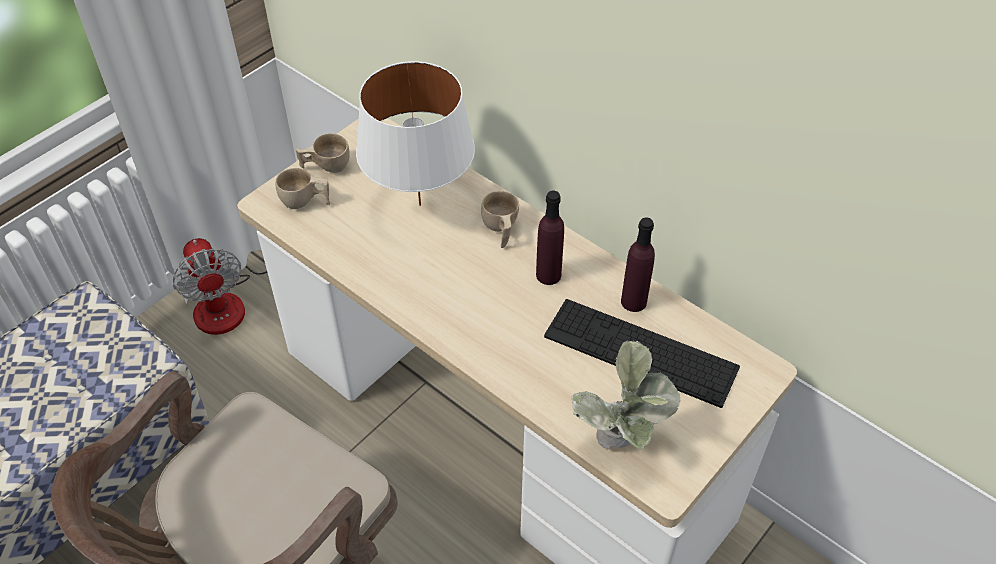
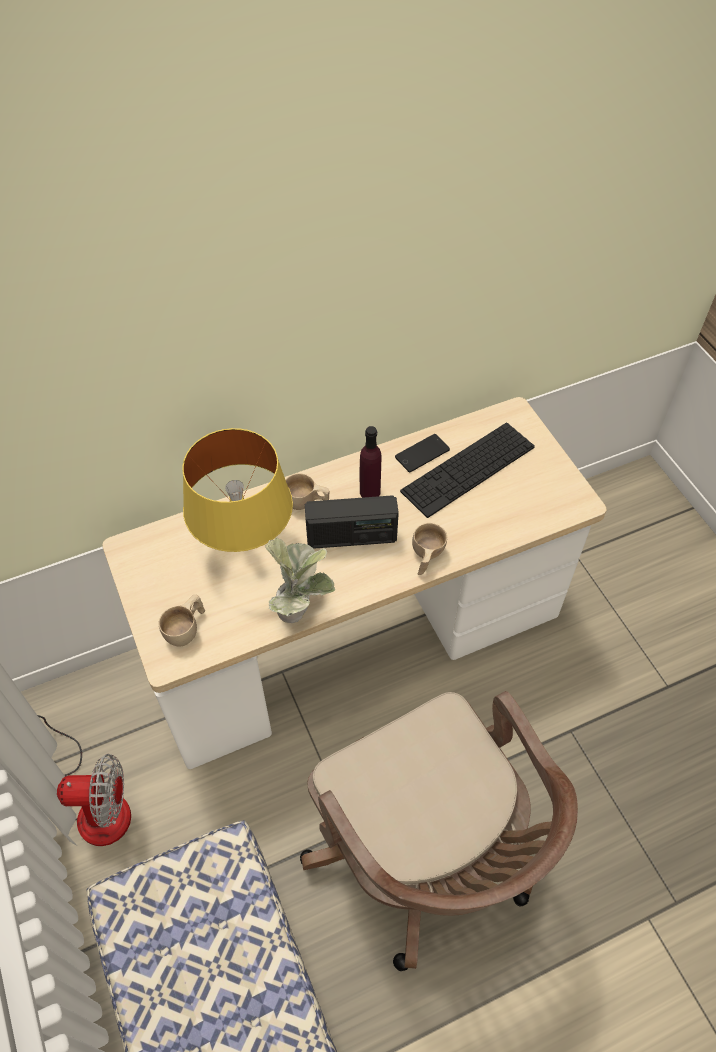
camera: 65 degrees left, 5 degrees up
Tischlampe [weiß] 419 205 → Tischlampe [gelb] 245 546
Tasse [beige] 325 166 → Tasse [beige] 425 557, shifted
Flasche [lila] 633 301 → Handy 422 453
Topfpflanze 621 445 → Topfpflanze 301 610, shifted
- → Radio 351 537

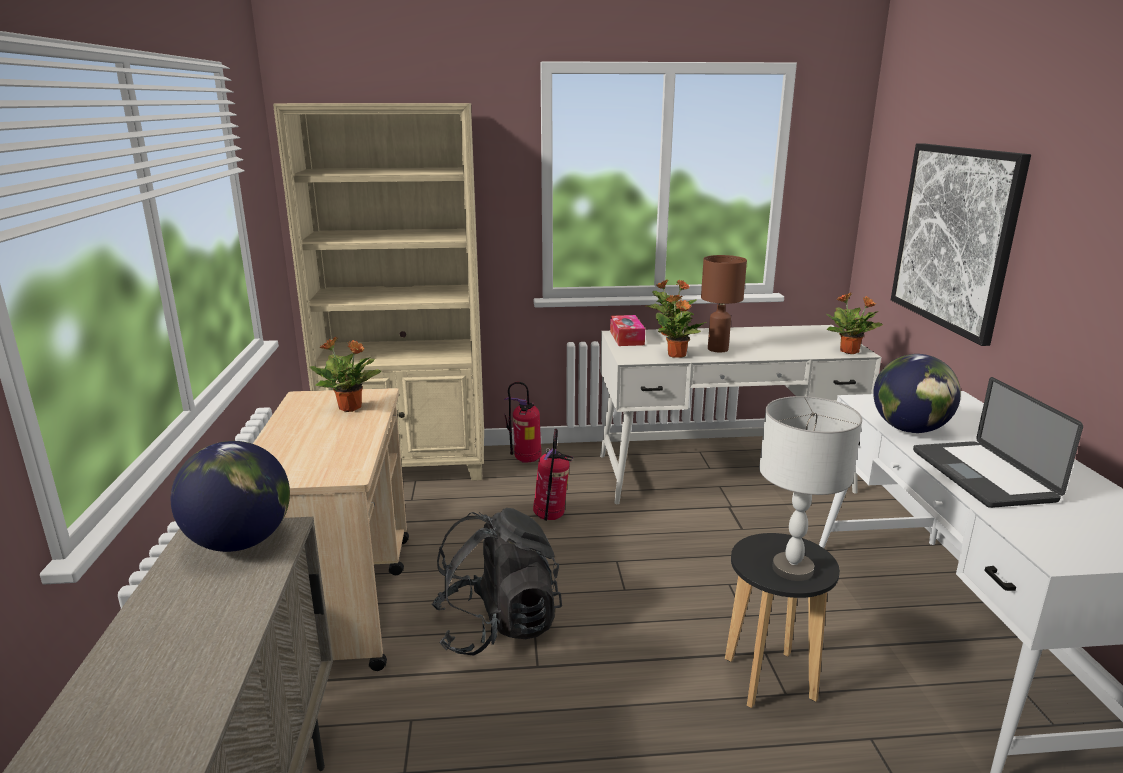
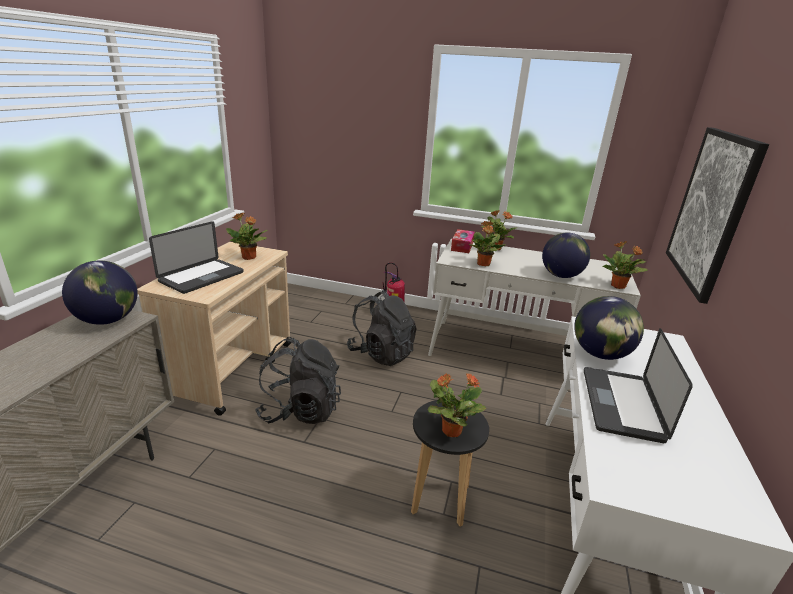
camera: 20 degrees right, 5 degrees up
Bücherregal [beige] 409 467 → -
Tischlampe [braun] 718 349 → -
Tischlampe [grau] 792 568 → Topfpflanze 451 430
Feuerlöscher 551 517 → Rucksack [schwarz] 381 353
- → Laptop 202 277
- → Globus 561 276

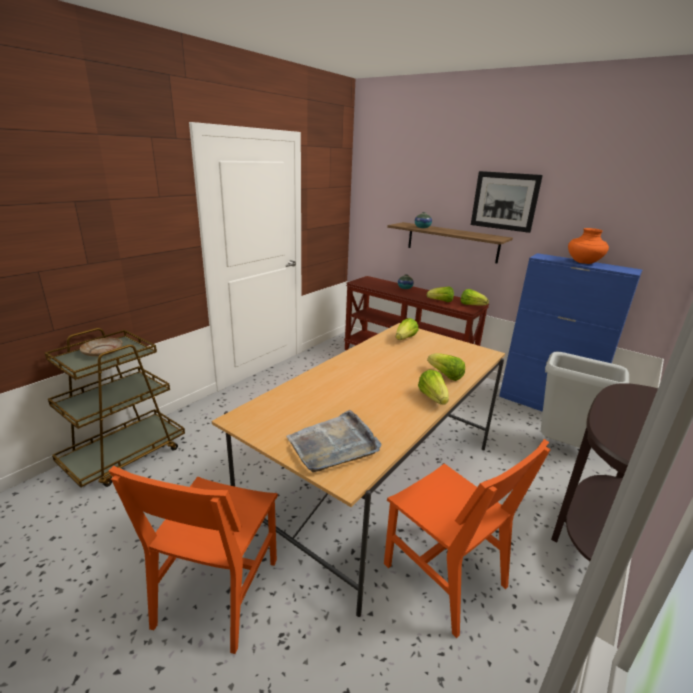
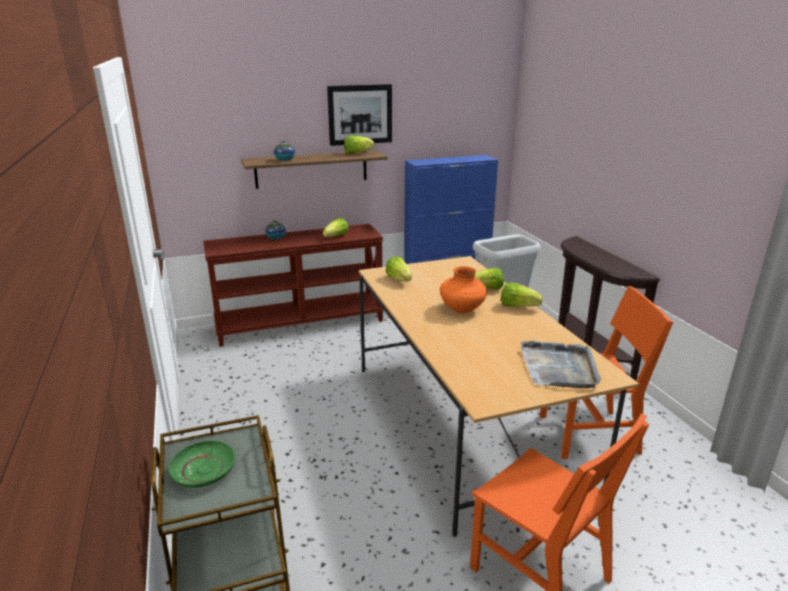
camera: 55 degrees left, 0 degrees up
Vase [orange] 583 262 → Vase [orange] 462 309, shifted
Salatkopf 472 305 → Salatkopf 357 153, shifted
Teller [beige] 103 352 → Teller [grün] 204 471

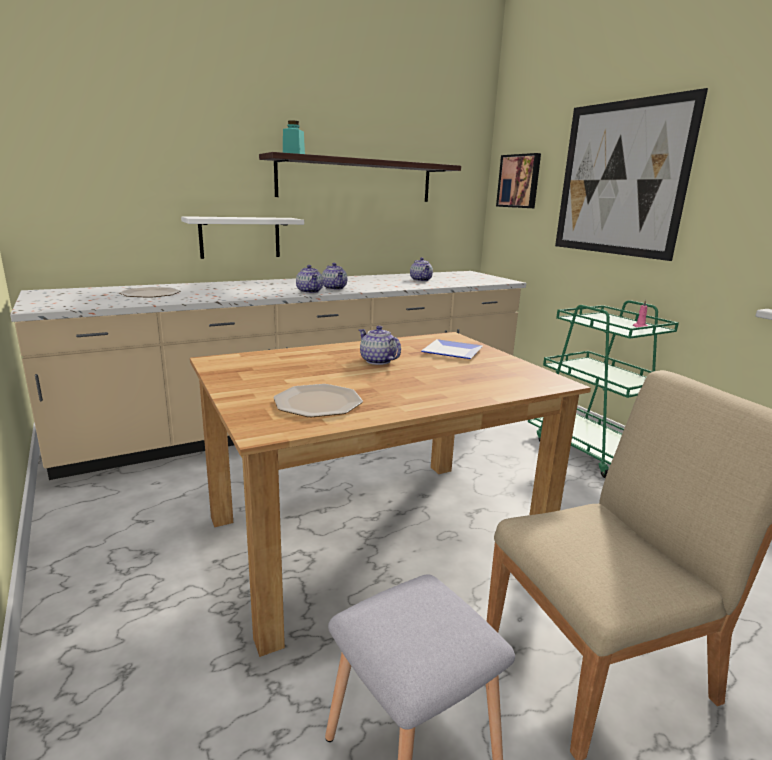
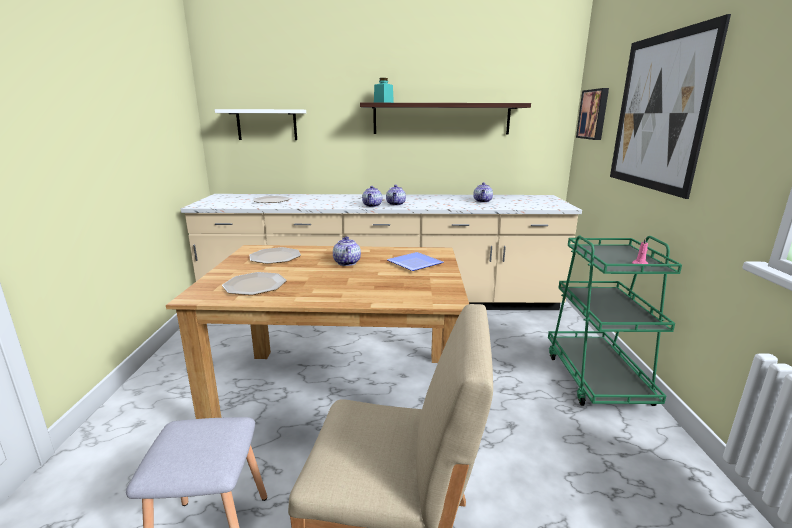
camera: 30 degrees right, 0 degrees up
Wandregal [weiß] 240 237 → Wandregal [weiß] 267 124, shifted
- → Teller 274 257

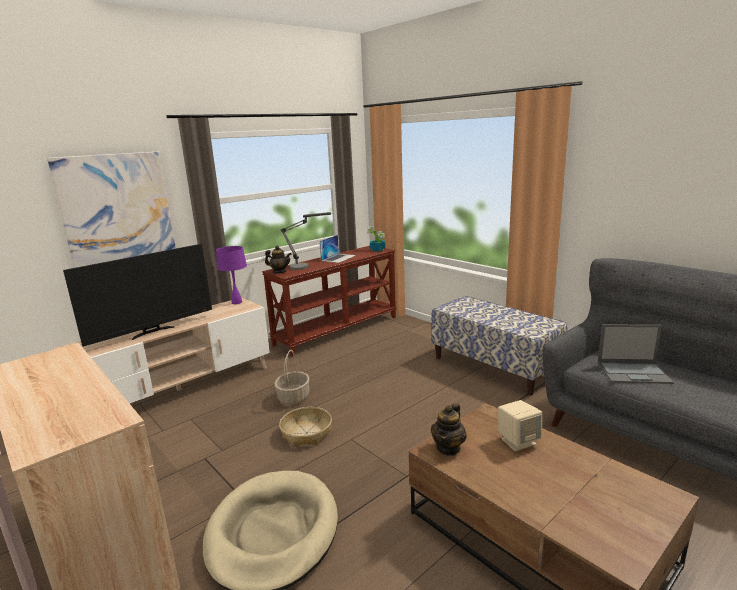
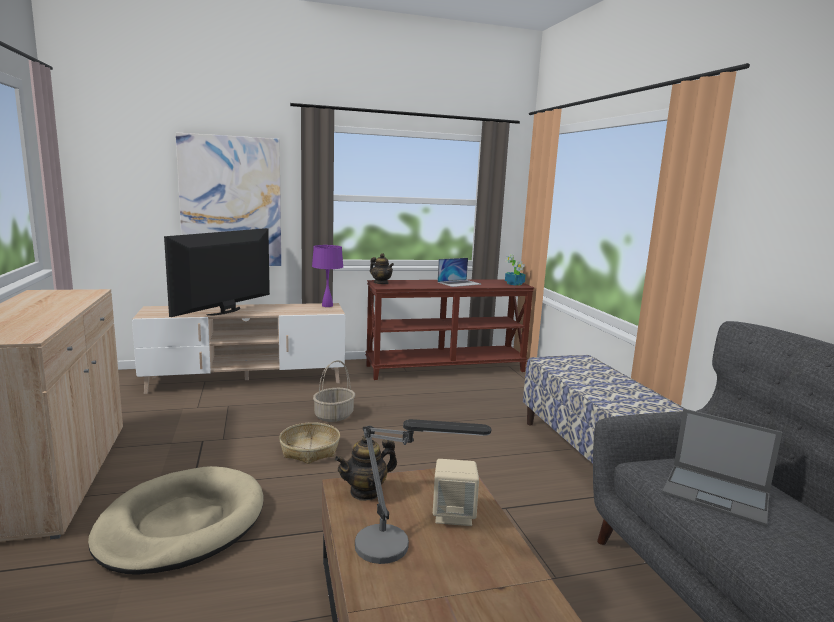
camera: 25 degrees right, 5 degrees down
Tischlampe 305 266 → Tischlampe 398 549, shifted
Fernseher 152 332 → Fernseher 226 311, 135 degrees clockwise

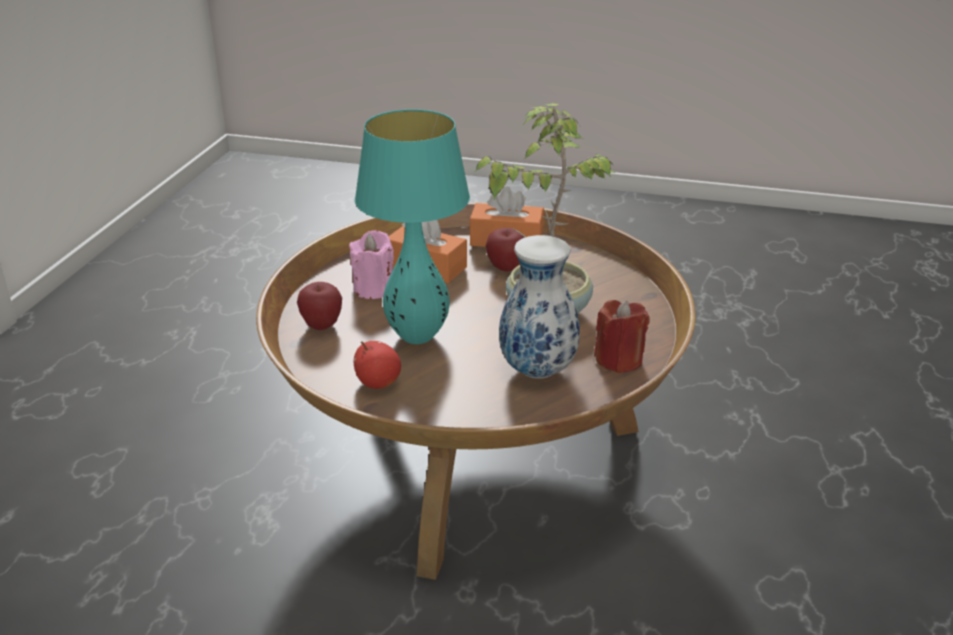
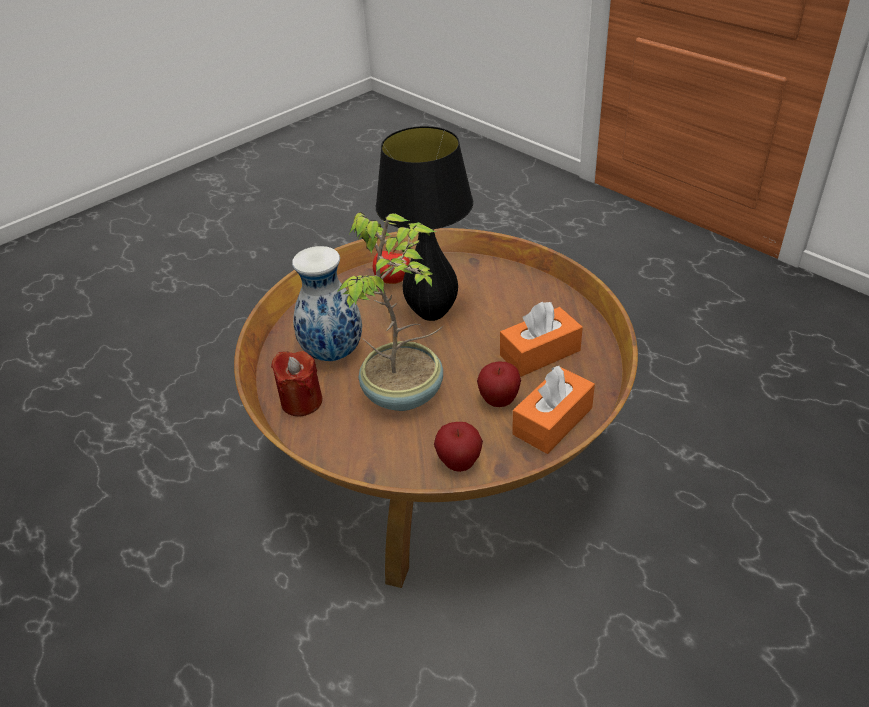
camera: 125 degrees right, 10 degrees up
Tischlampe [türkis] 417 337 → Tischlampe [schwarz] 431 313
Kerze [rosa] 374 289 → -
Apfel 322 326 → Apfel 459 463, shifted

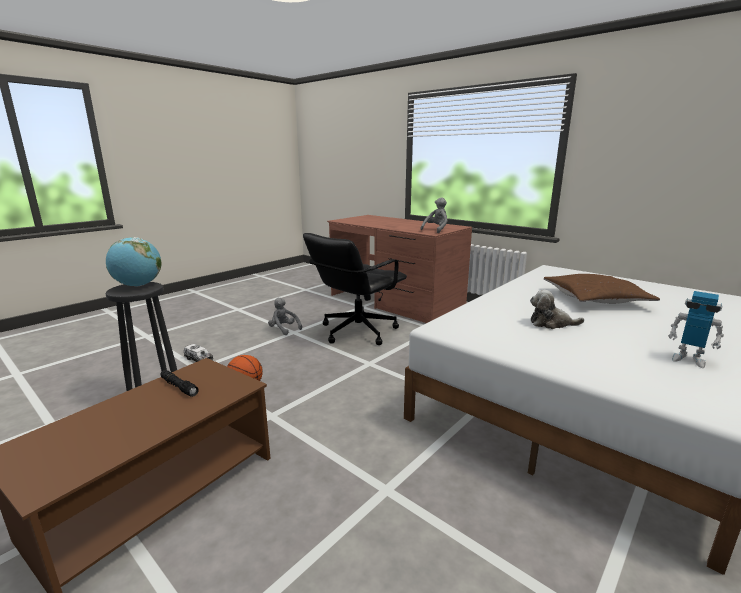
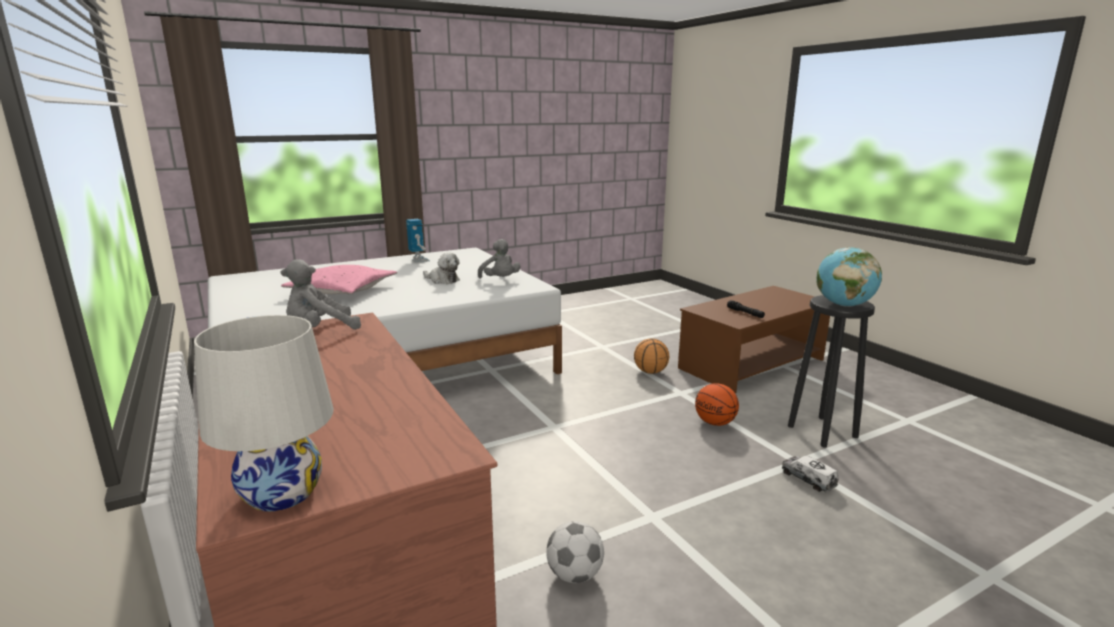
camera: 160 degrees left, 0 degrees up
Bürostuhl [schwarz] 357 331 → -
Kissen [braun] 595 299 → Kissen [rosa] 343 290
Plüschtier [grau] 283 329 → Plüschtier [grau] 500 280, shifted
- → Tischlampe [weiß] 282 493
- → Basketball 651 372
- → Fußball 575 575

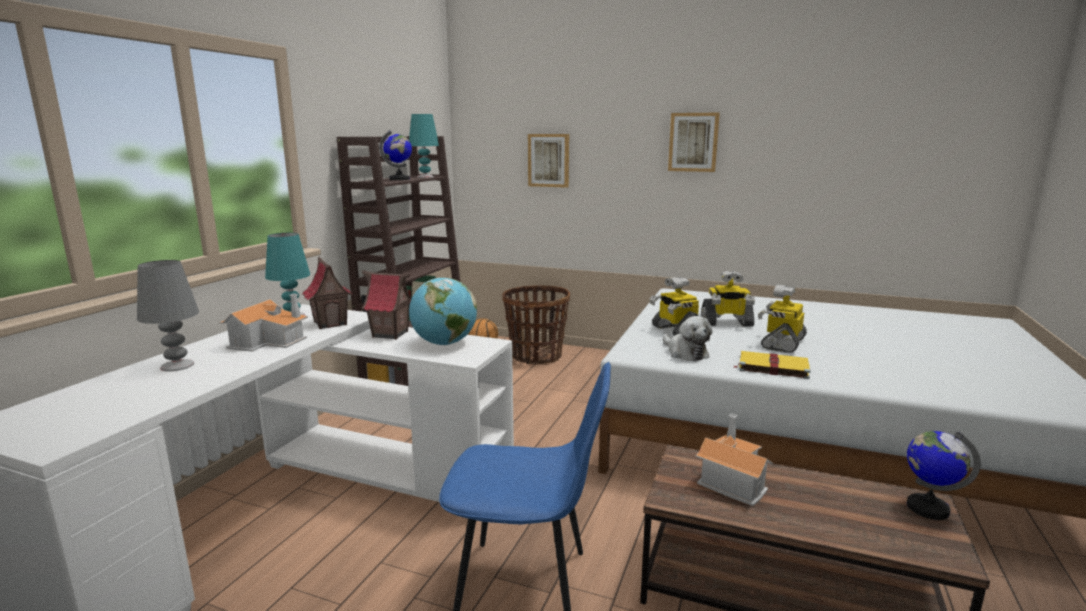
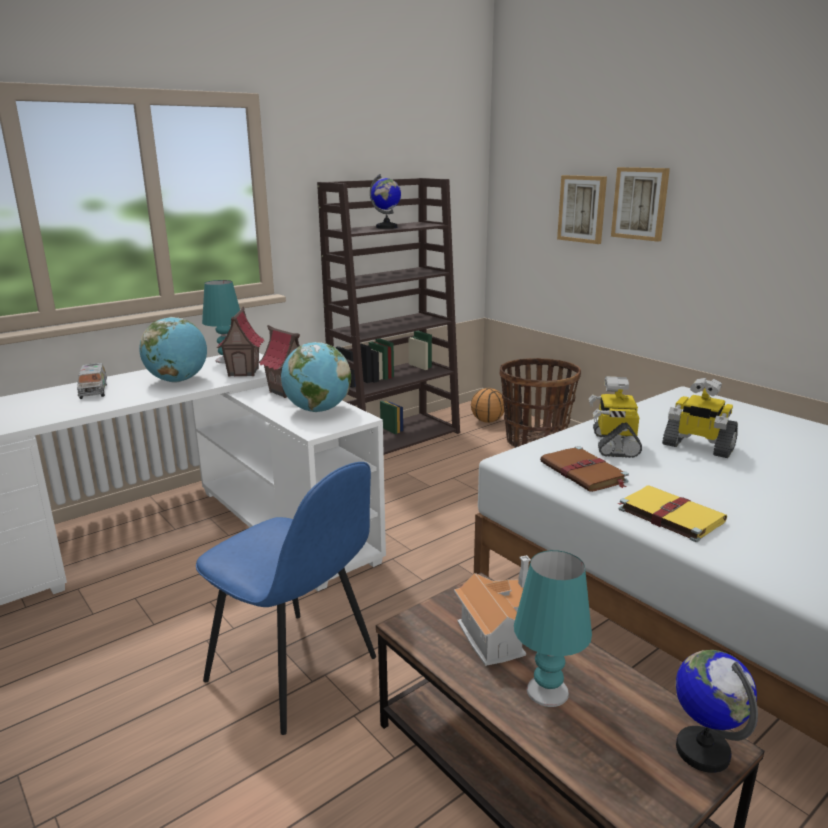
camera: 30 degrees right, 5 degrees up
Bild 693 142 → Bild 640 203, shifted
Tischlampe [türkis] 425 177 → Tischlampe [türkis] 547 691, shifted
Tischlampe [grau] 177 365 → Spielzeuglaster 93 390
Spielzeugroboter 782 343 → -
Spielzeughaus 269 341 → Globus 178 381
Plüschtier 685 353 → Buch [braun] 584 473

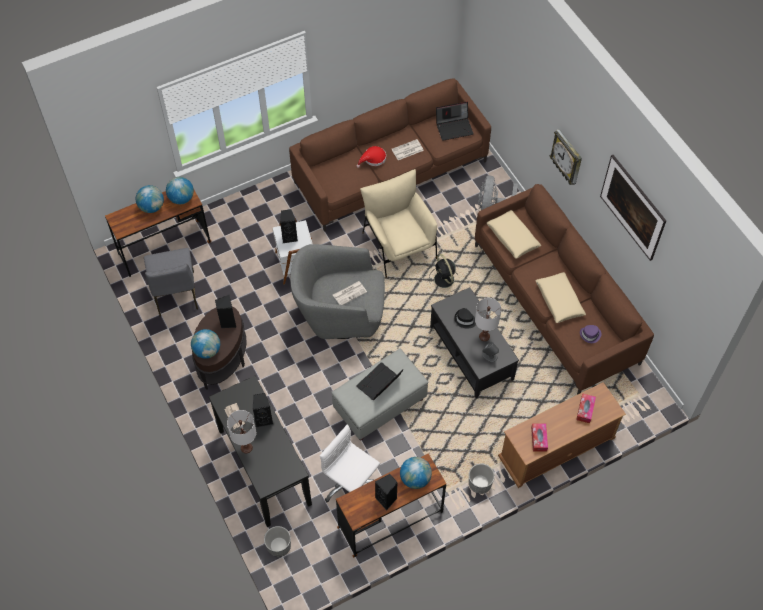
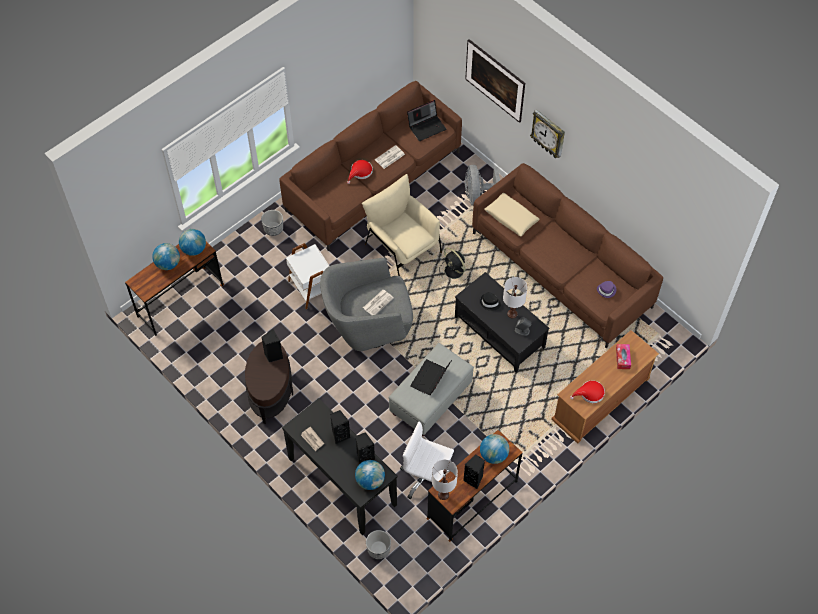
camera: 15 degrees left, 0 degrees up
Bild 629 217 → Bild 494 90, shifted
Lautsprecher [schwarz] 289 237 → Lautsprecher [schwarz] 364 457, shifted
Stuhl [grau] 175 294 → -
Kissen [beige] 559 301 → -
Globus 207 351 → Globus 370 480, shifted
Tischlampe [weiß] 246 447 → Tischlampe [weiß] 443 494, shifted
Taschentuchbox 539 439 → Hut [rot] 590 394
Pflanzkübel 480 483 → Pflanzkübel 273 228, shifted

